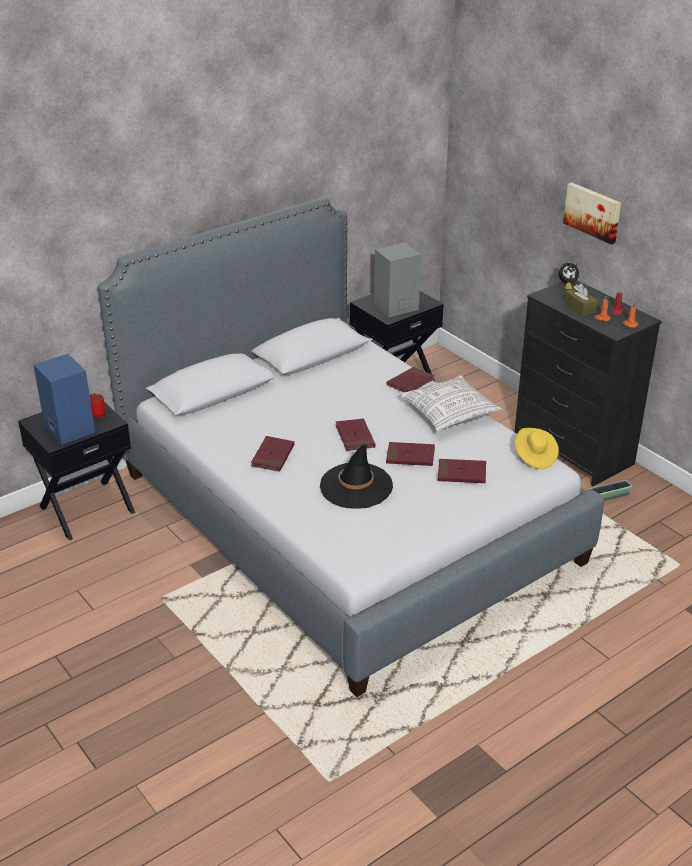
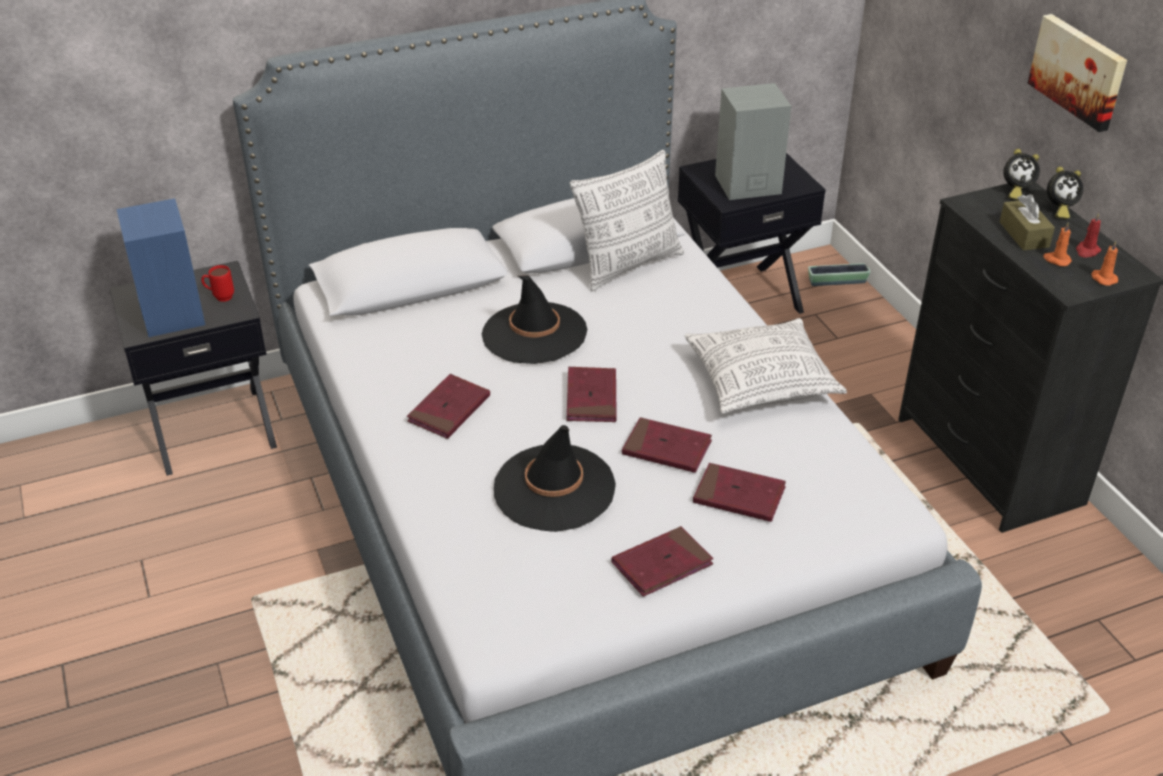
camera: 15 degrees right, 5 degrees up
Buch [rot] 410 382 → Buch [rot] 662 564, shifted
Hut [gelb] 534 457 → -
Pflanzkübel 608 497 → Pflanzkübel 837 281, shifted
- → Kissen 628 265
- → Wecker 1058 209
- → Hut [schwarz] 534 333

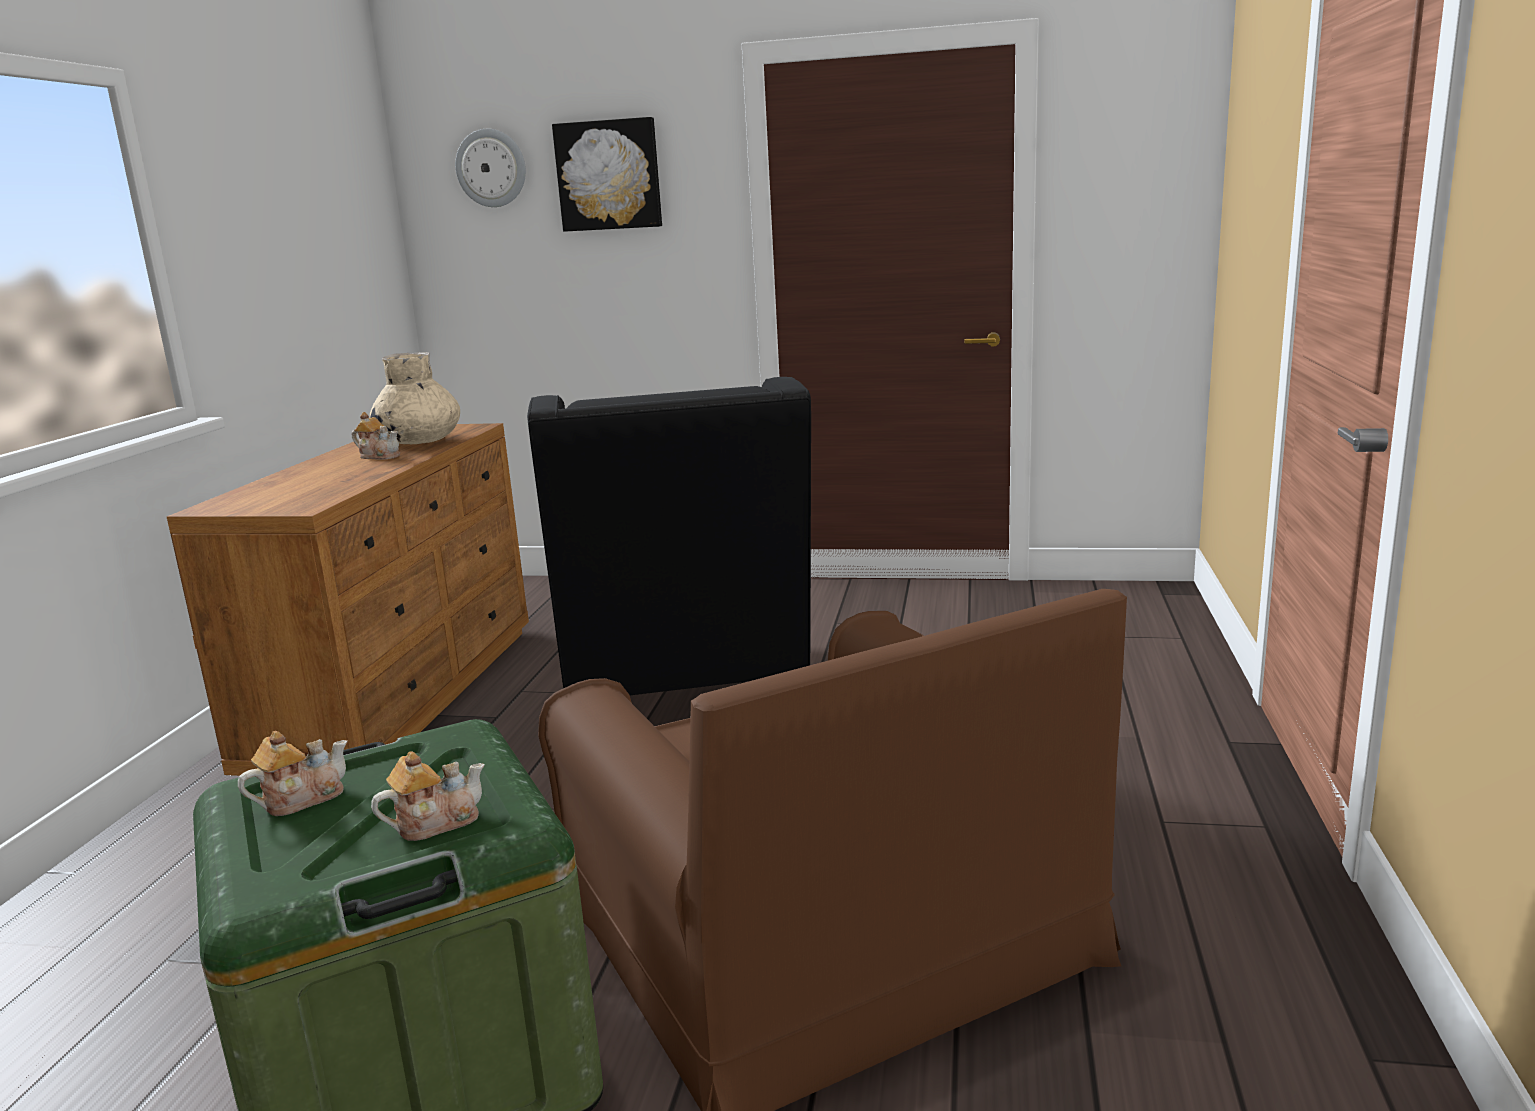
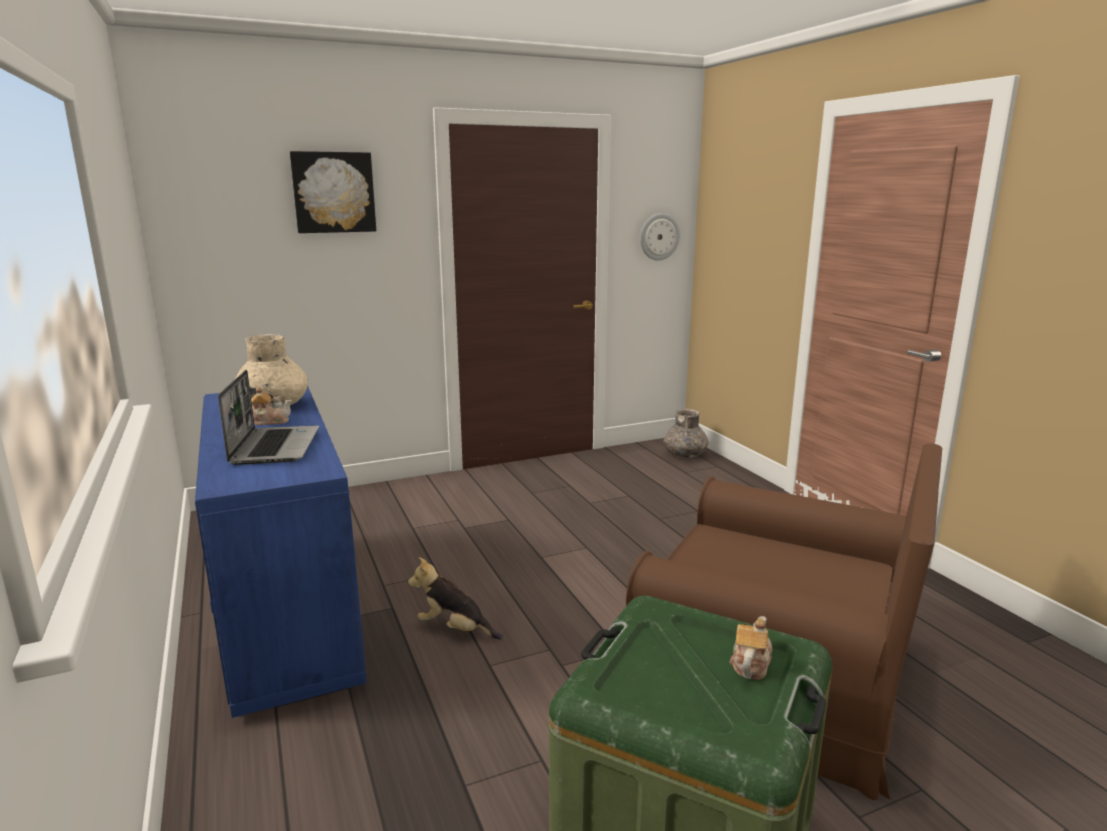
camera: 35 degrees left, 0 degrees up
Wanduhr 491 168 → Wanduhr 659 236, shifted
Sessel [schwarz] 685 697 → -
Kommode [braun] 401 695 → Kommode [blau] 287 612
Teekanne 301 799 → -
- → Laptop 274 446
- → Vase [grau] 685 454
- → Plüschtier 455 629

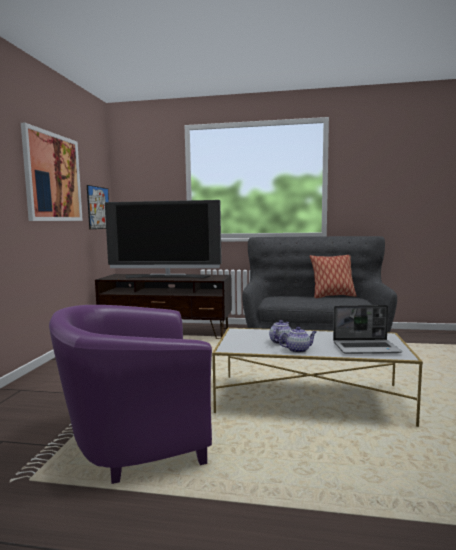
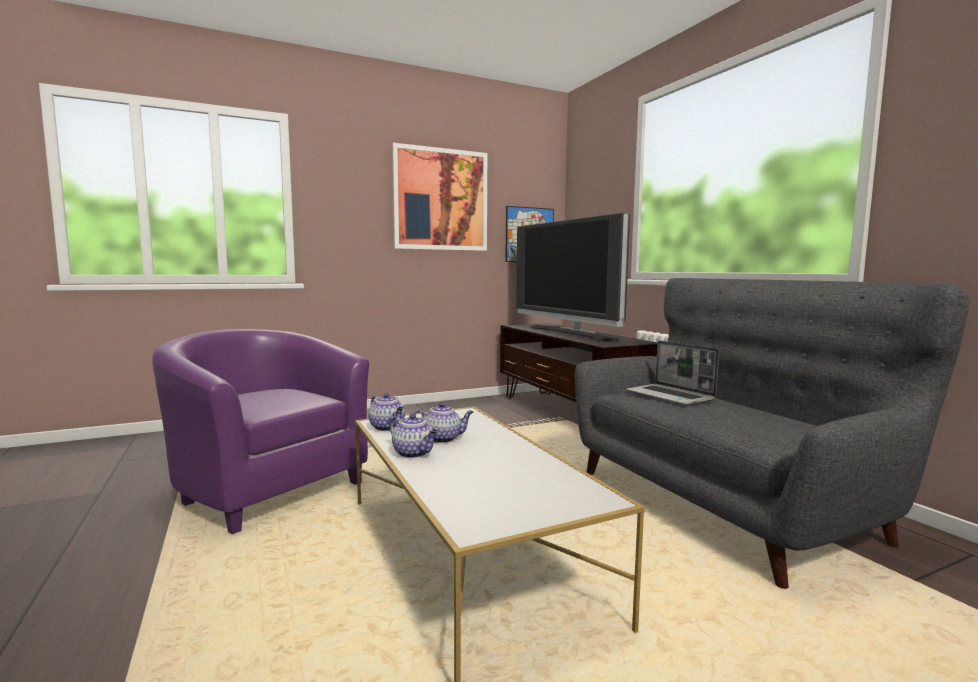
camera: 55 degrees right, 0 degrees up
Kissen 332 296 → -
Laptop 366 348 → Laptop 671 396, shifted
- → Teekanne 388 427

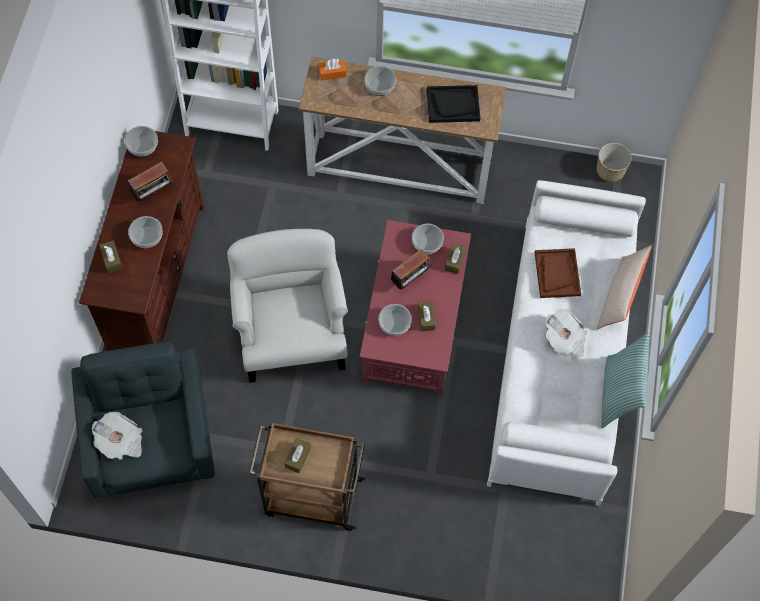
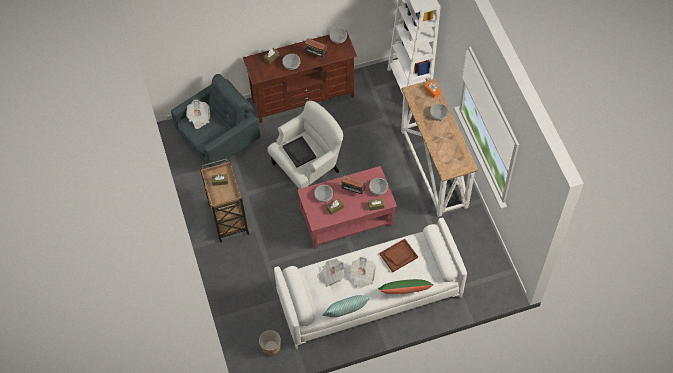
camera: 65 degrees right, 5 degrees down
Tablett [schwarz] 453 105 → Tablett [schwarz] 299 152, shifted
Pflanzkübel 610 171 → Pflanzkübel 271 347, shifted
Kissen [beige] 620 296 → Kissen [grün] 405 291
- → Zeitung 331 276

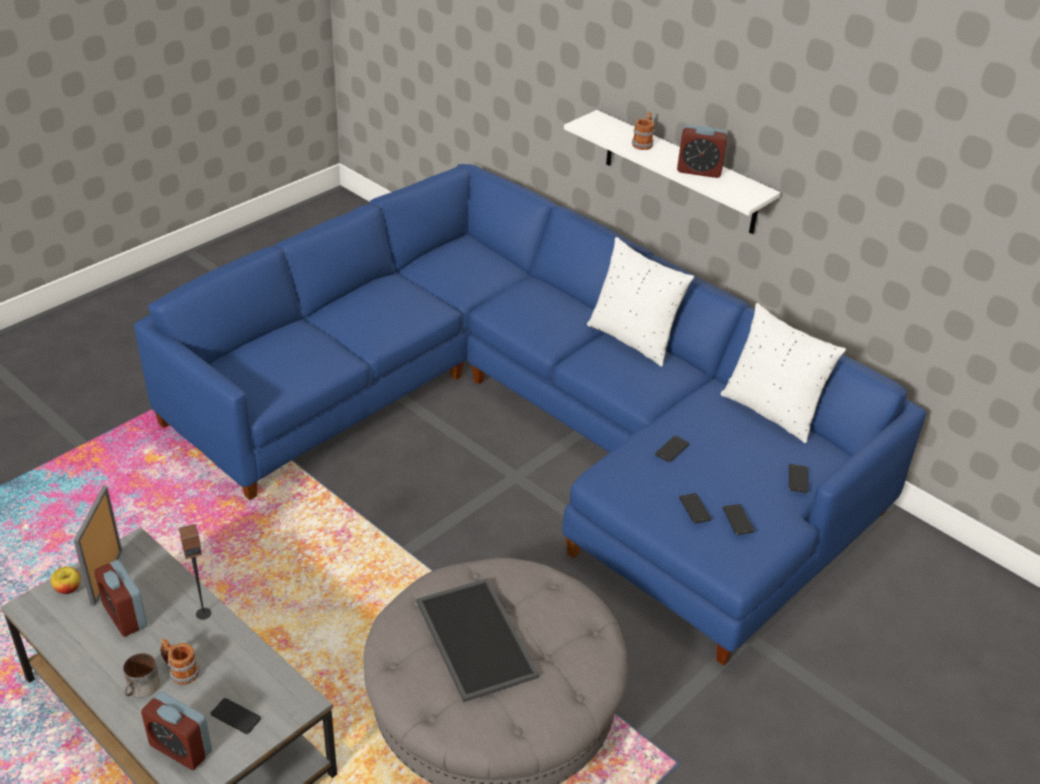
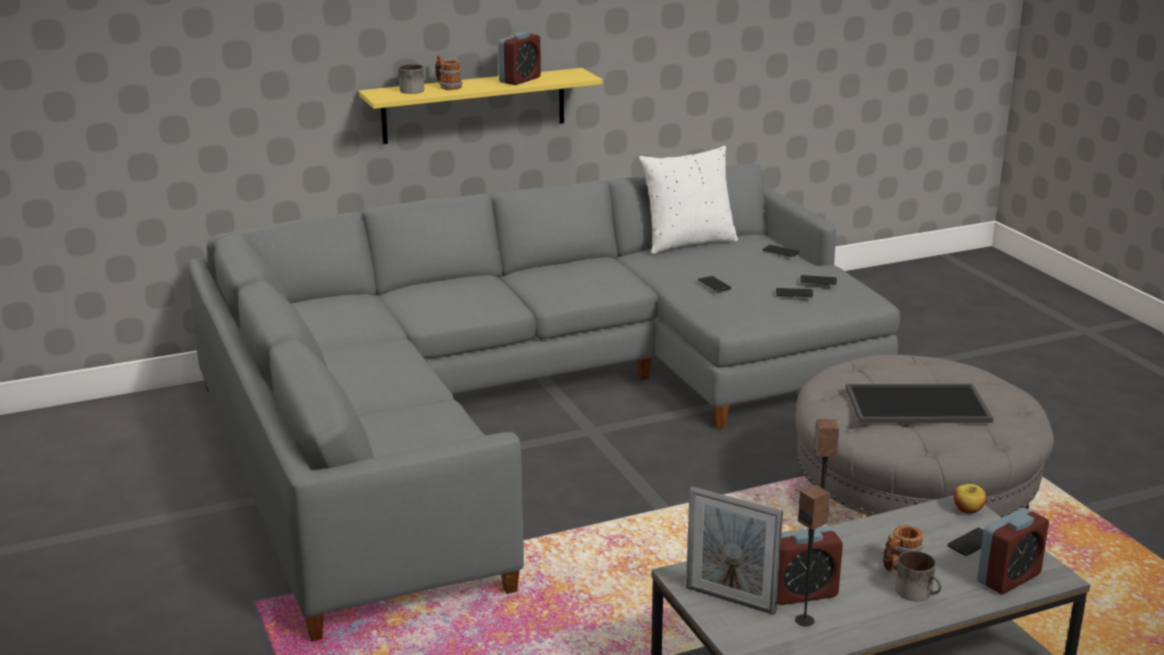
camera: 65 degrees left, 15 degrees down
Wandregal [weiß] 680 173 → Wandregal [gelb] 474 106
Sofa [blau] 532 425 → Sofa [grau] 521 407
Kissen [weiß] 633 339 → -
Apfel 68 588 → Apfel 968 510, shifted
- → Henkelbecher 410 90
- → Lautsprecher 805 620

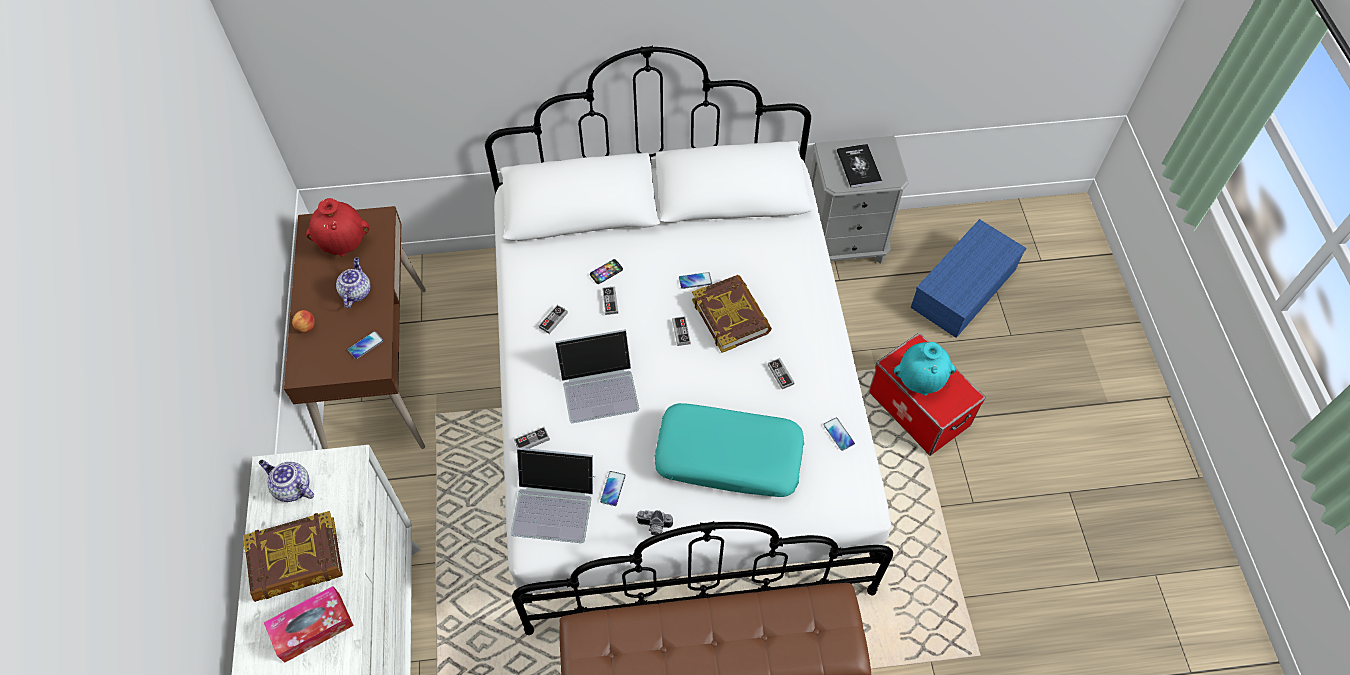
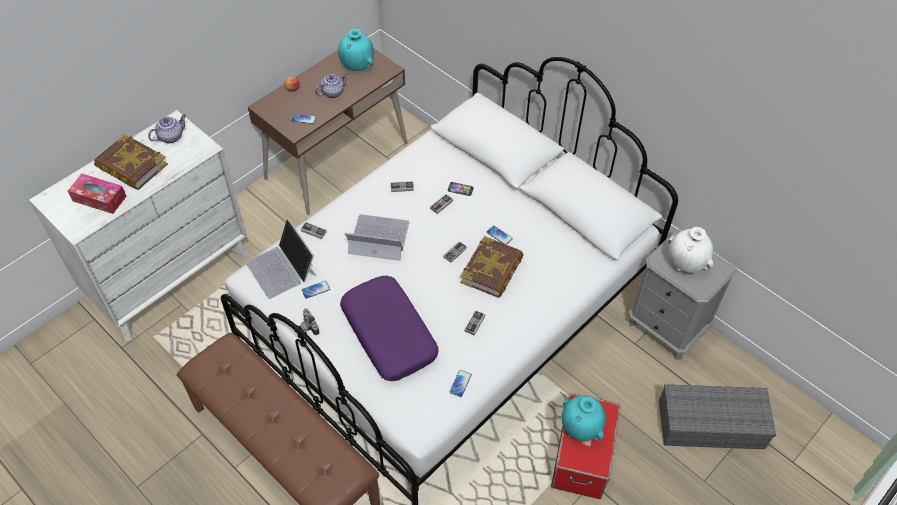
camera: 50 degrees right, 5 degrees down
Buch 858 166 → Vase [weiß] 686 264
Vase [rot] 344 245 → Vase [türkis] 357 67
Aufbewahrungsbox [blau] 963 286 → Aufbewahrungsbox [grau] 712 423
Laptop 599 386 → Laptop 378 238, 150 degrees clockwise
Kissen [türkis] 729 456 → Kissen [lila] 389 334
Teekanne 292 488 → Teekanne 171 136, 60 degrees clockwise

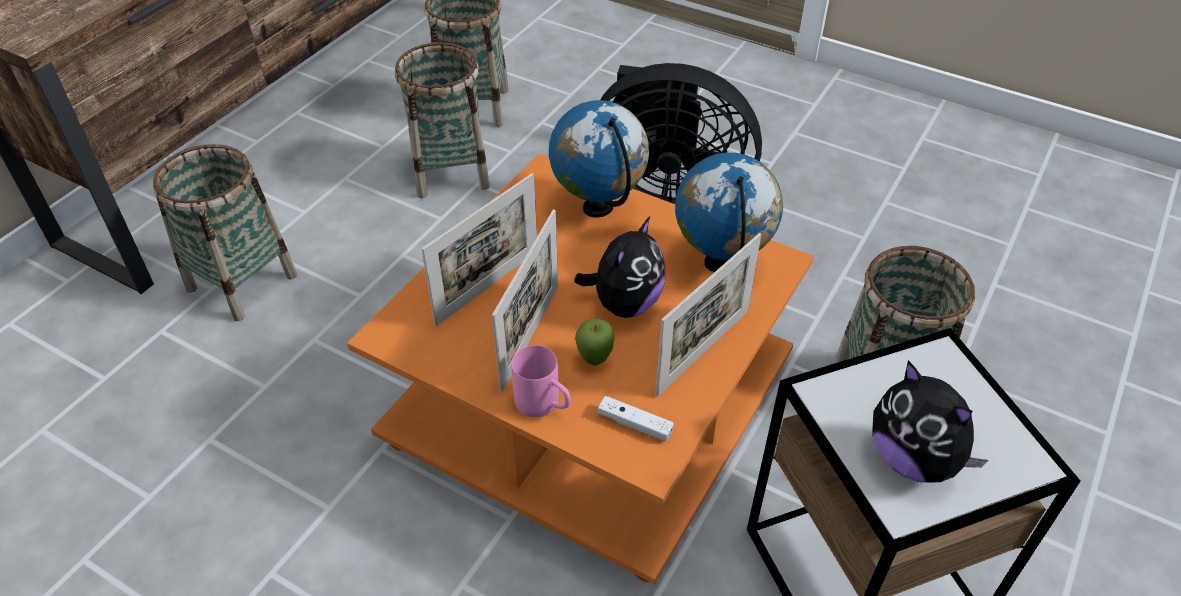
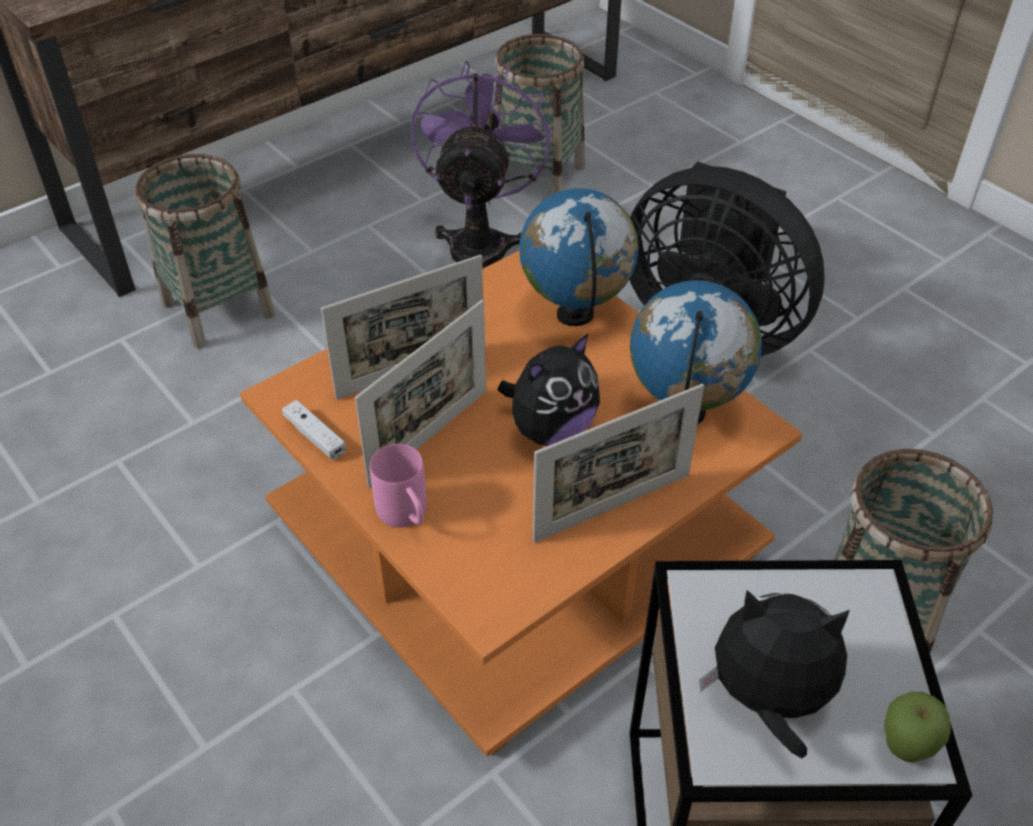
camera: 20 degrees right, 0 degrees up
Korb 450 172 → Ventilator [lila] 480 243
Apfel 594 360 → Apfel 903 750, shifted
Plüschtier 913 459 → Plüschtier 767 701, 120 degrees clockwise
Gamepad [weiß] 635 424 → Gamepad [weiß] 315 436, shifted

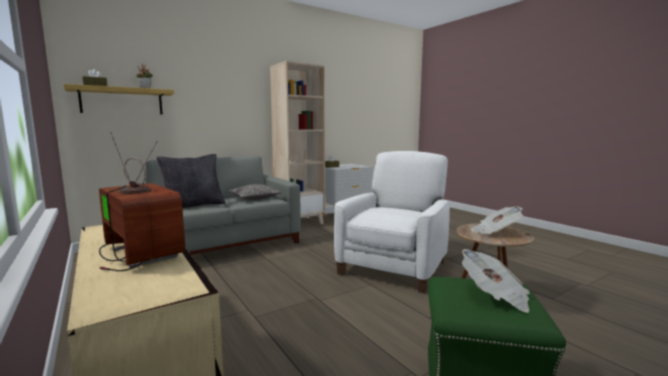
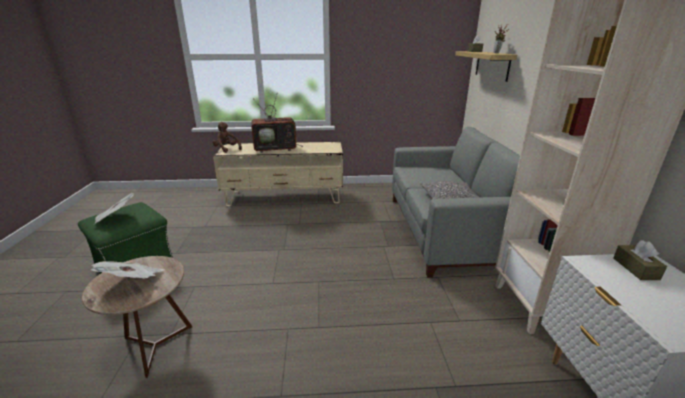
camera: 120 degrees right, 15 degrees up
Sessel [weiß] 394 267 → -
Kissen [schwarz] 194 206 → -
- → Plüschtier [braun] 227 149

